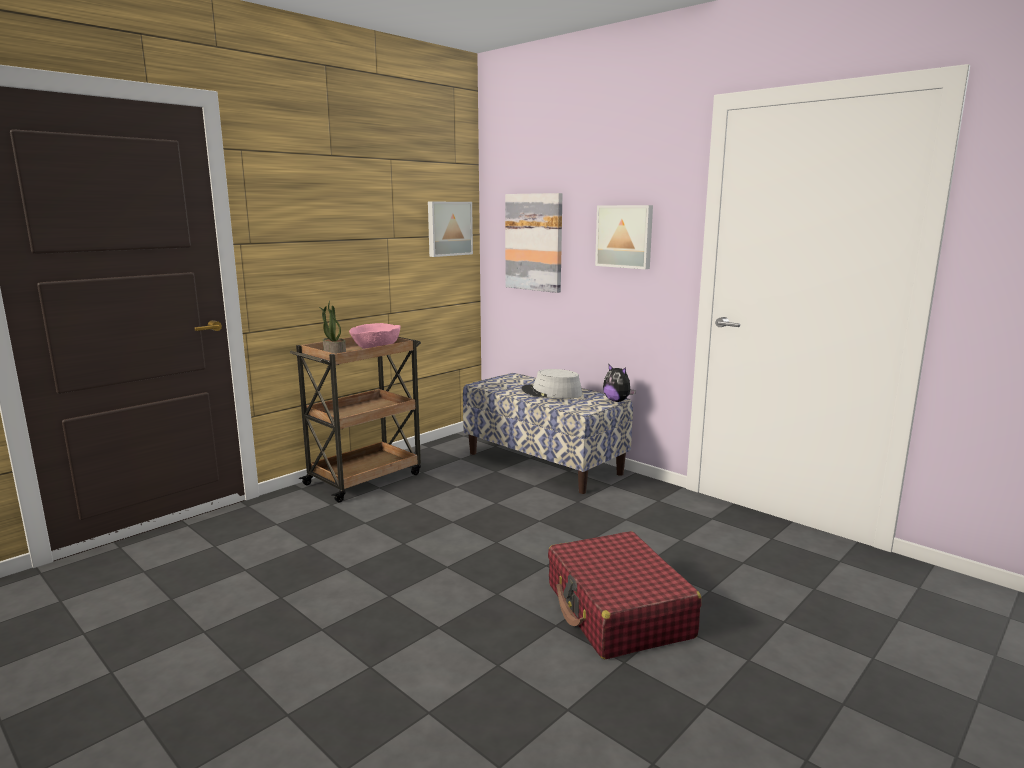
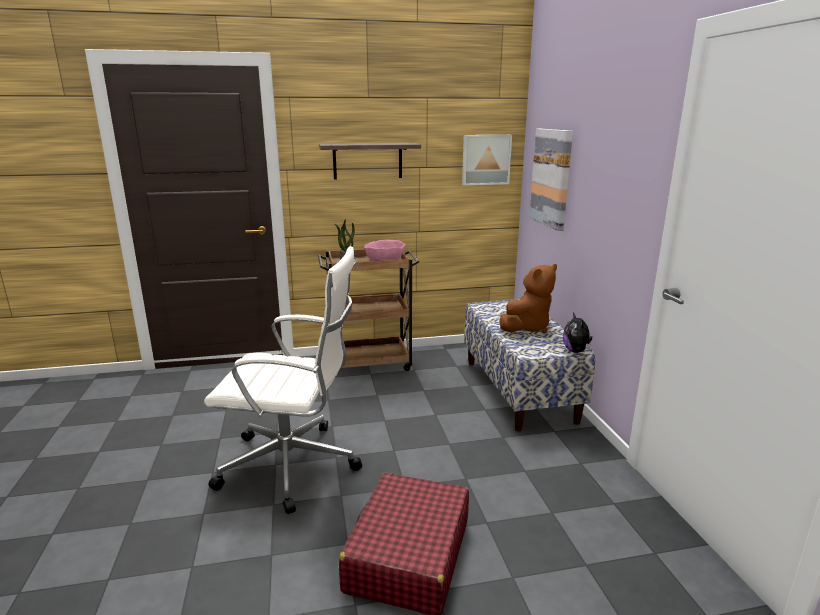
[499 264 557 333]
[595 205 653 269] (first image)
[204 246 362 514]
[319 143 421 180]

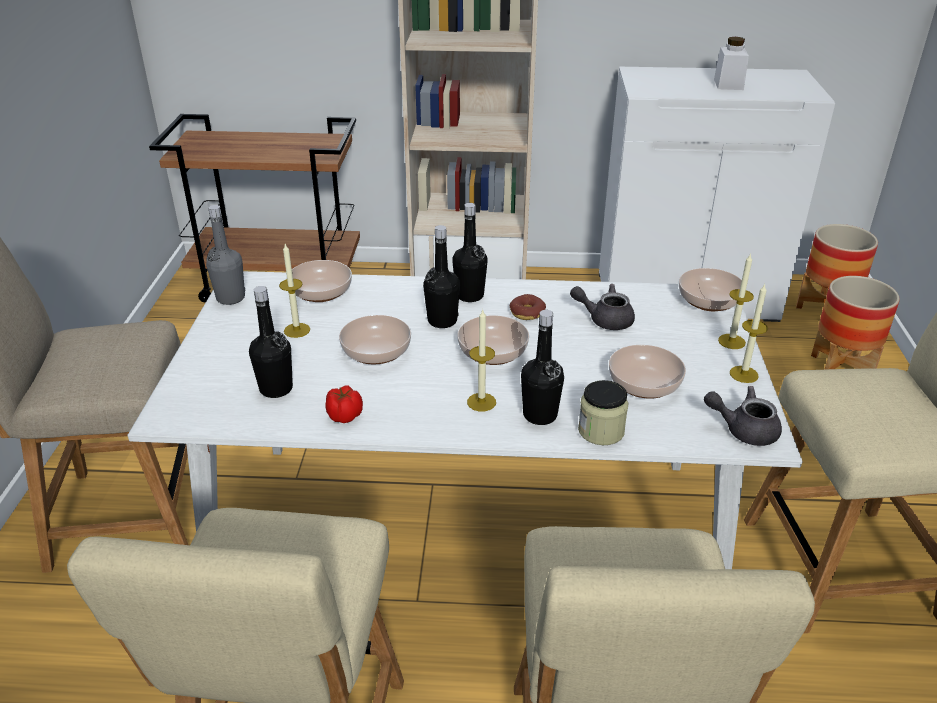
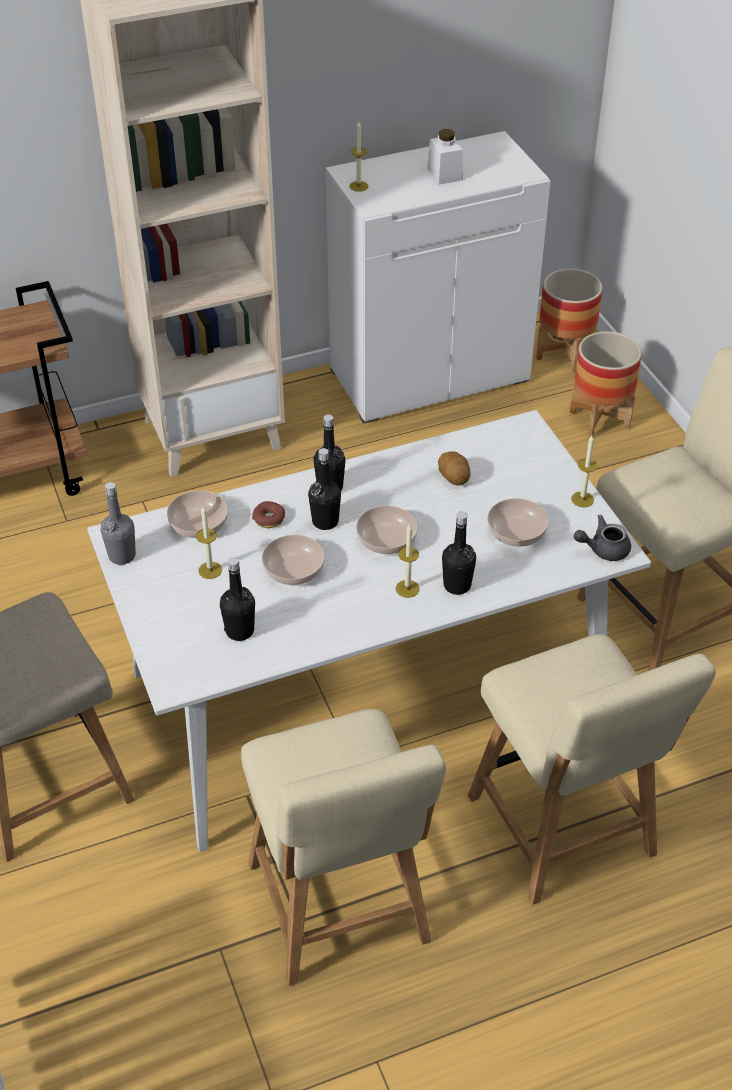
[326 385 363 423] (first image)
[252 501 285 528]
[438 451 471 486]
[578 380 628 445] (first image)
[679 268 742 311] (first image)
[349 122 368 192]

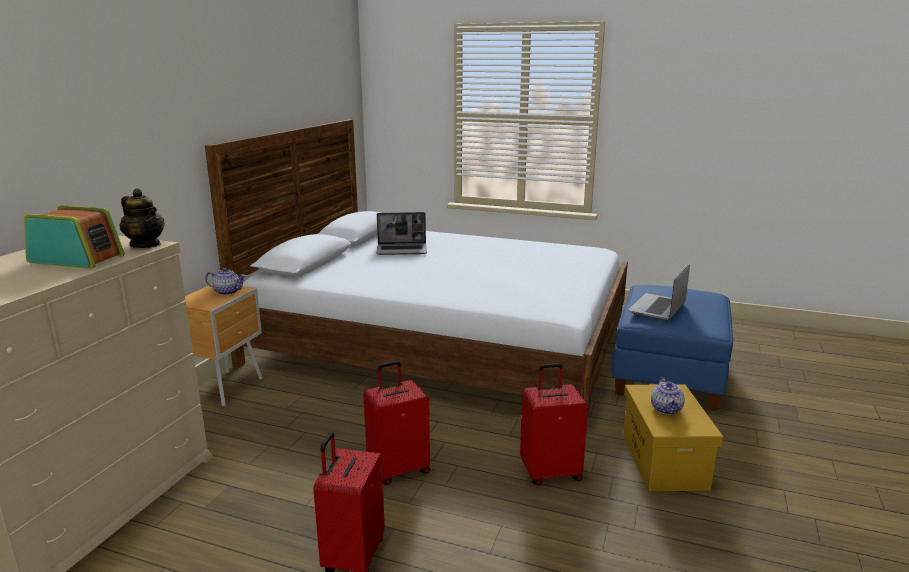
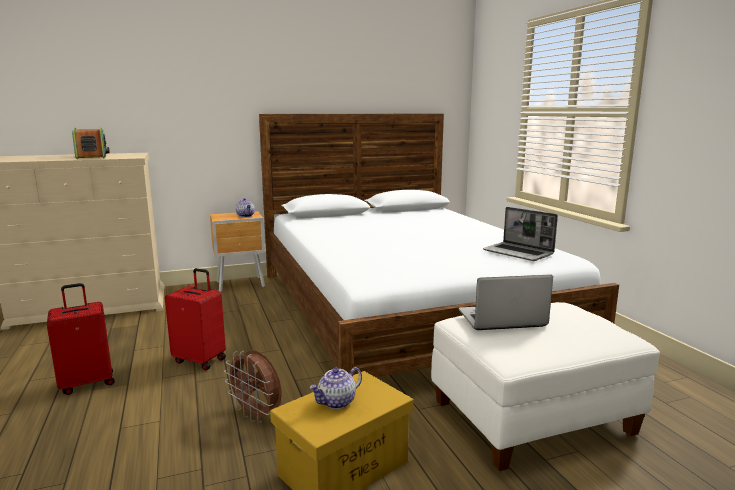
[120 188 165 248] (first image)
[483 207 558 261]
[224 350 282 423]
[431 302 660 471]

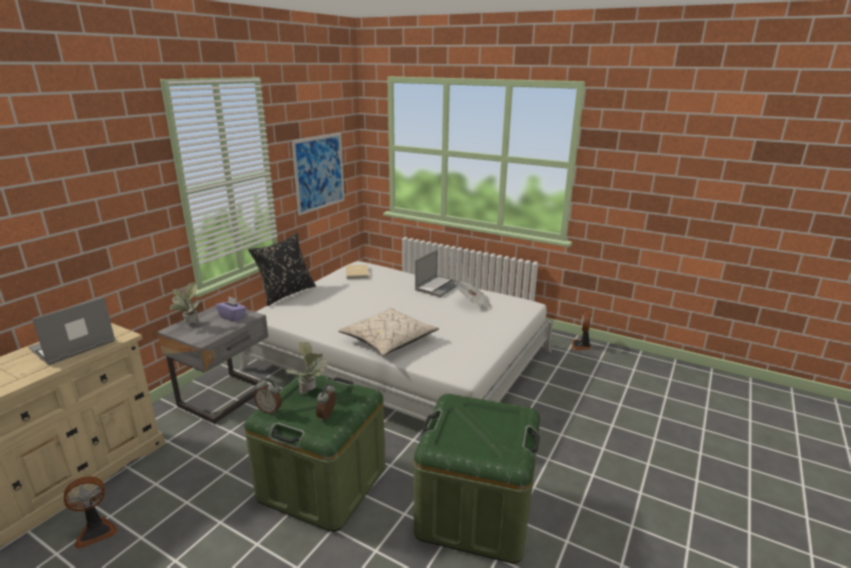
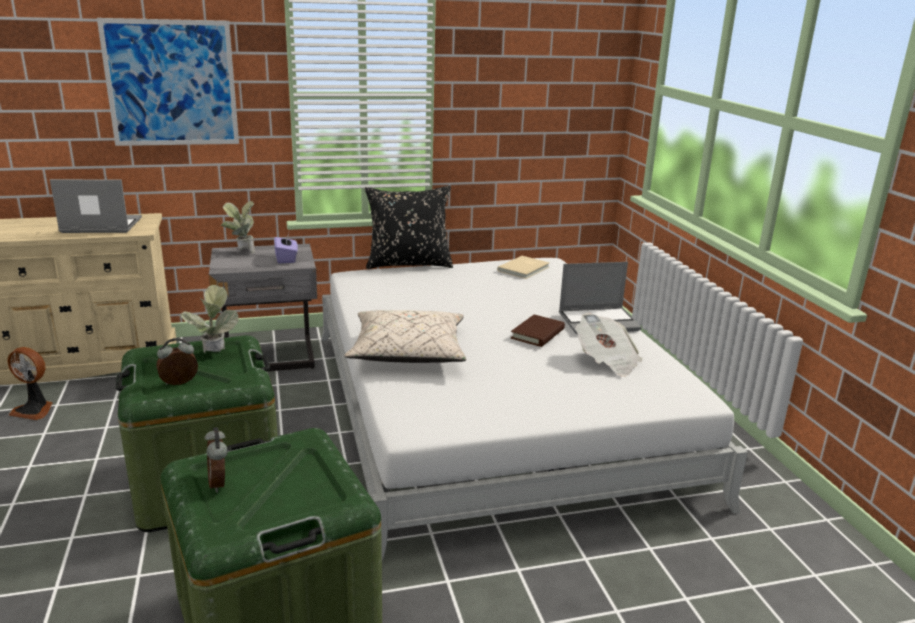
[204 427 228 493]
[97 18 239 146]
[571 310 591 350] (first image)
[511 314 565 347]

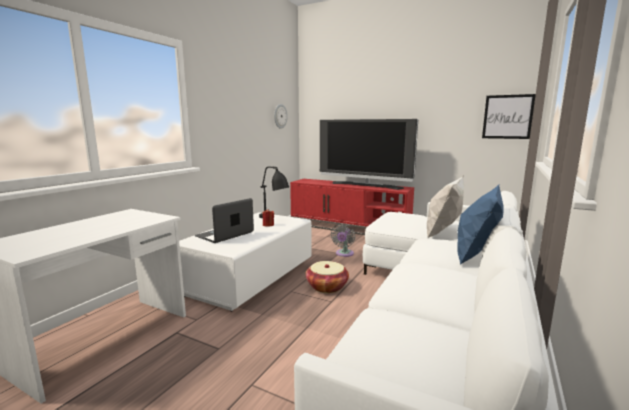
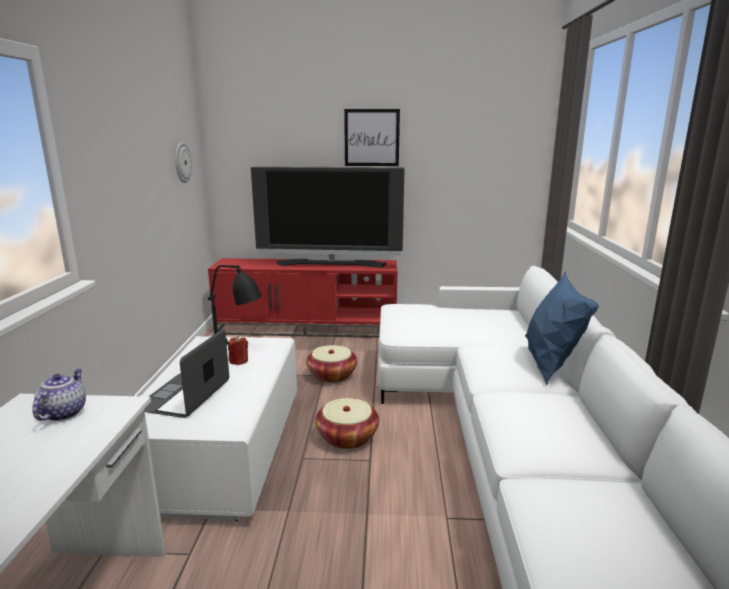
[306 345 357 383]
[427 176 464 239] (first image)
[344 109 400 166]
[32 369 86 421]

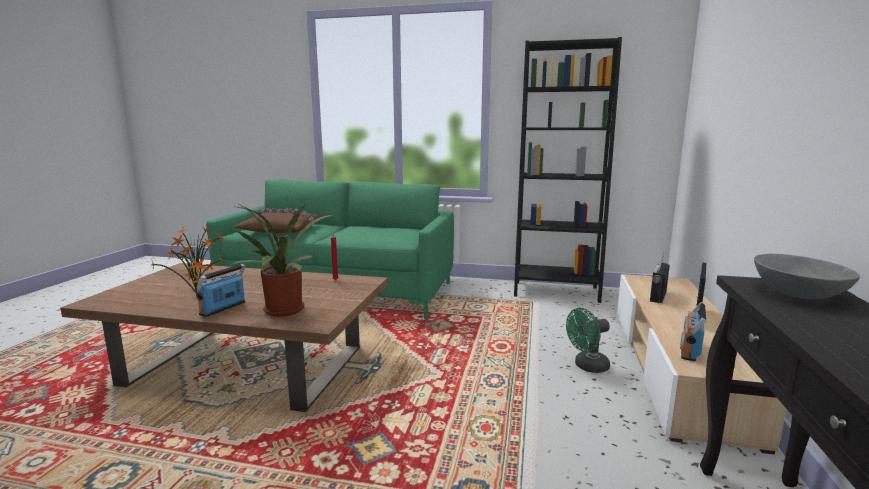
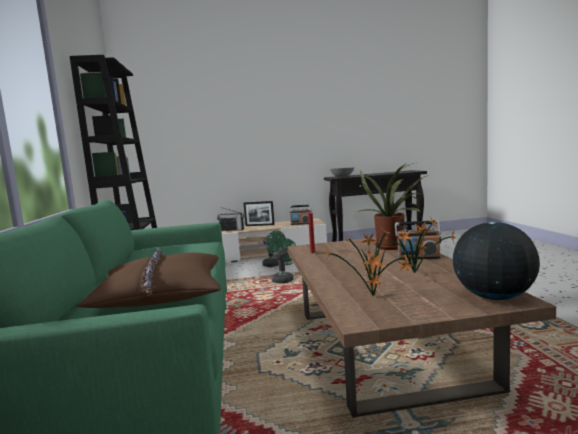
[272 238 297 283]
[453 222 540 300]

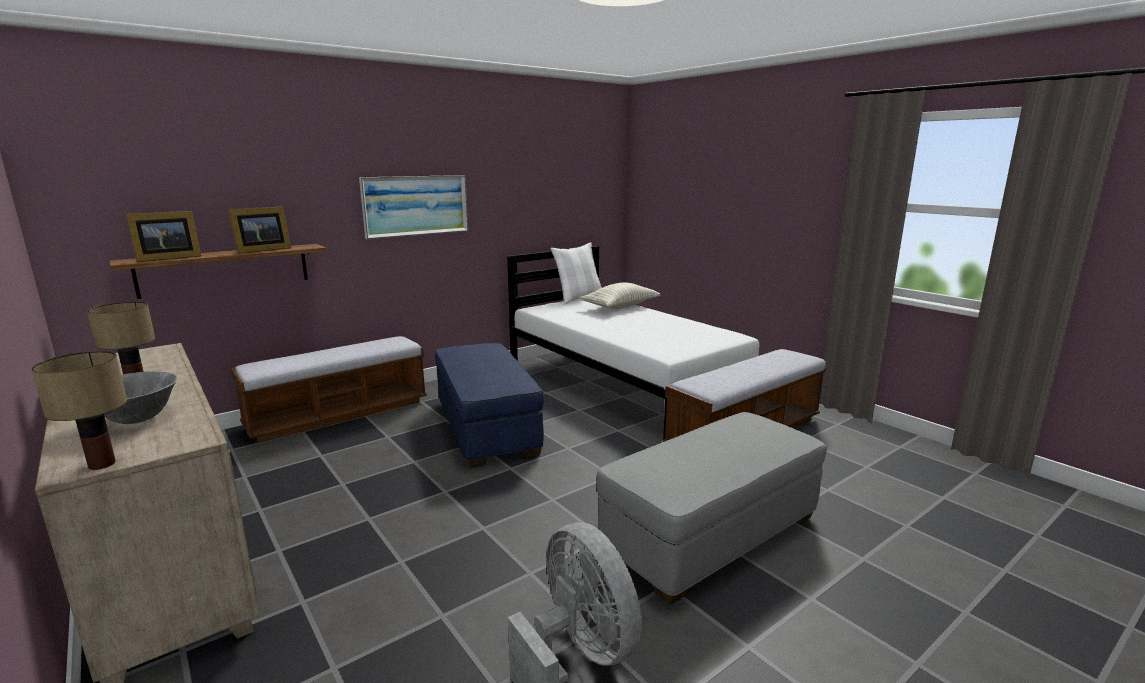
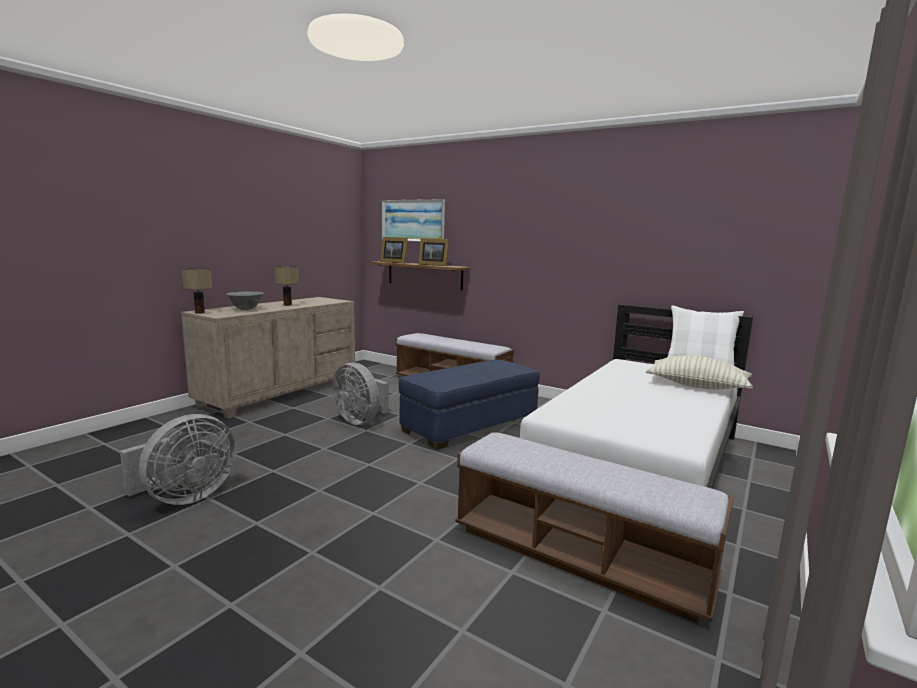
[382 199 445 242]
[597 412 827 605] (first image)
[333 363 388 425]

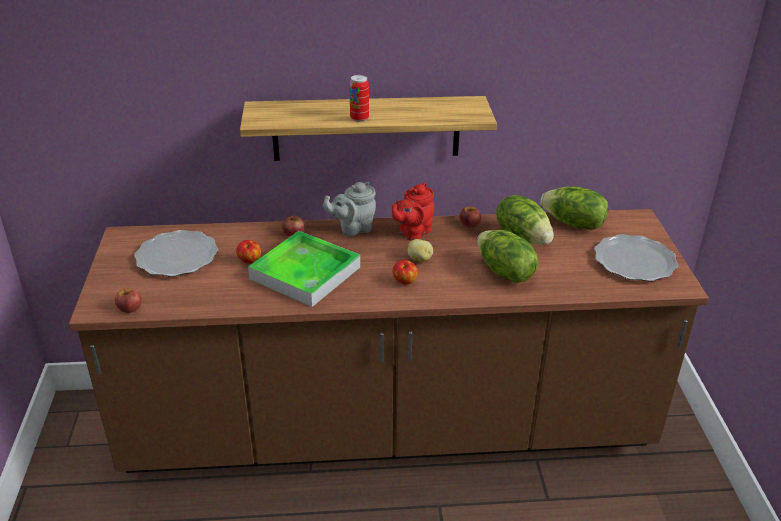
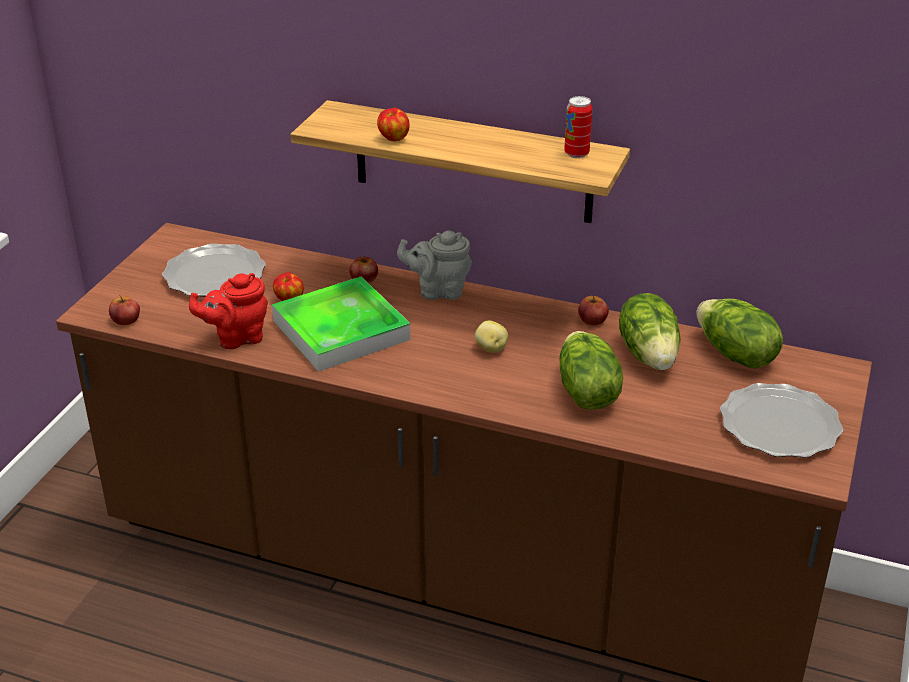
[564 96 592 158]
[189 273 268 349]
[377 108 410 141]

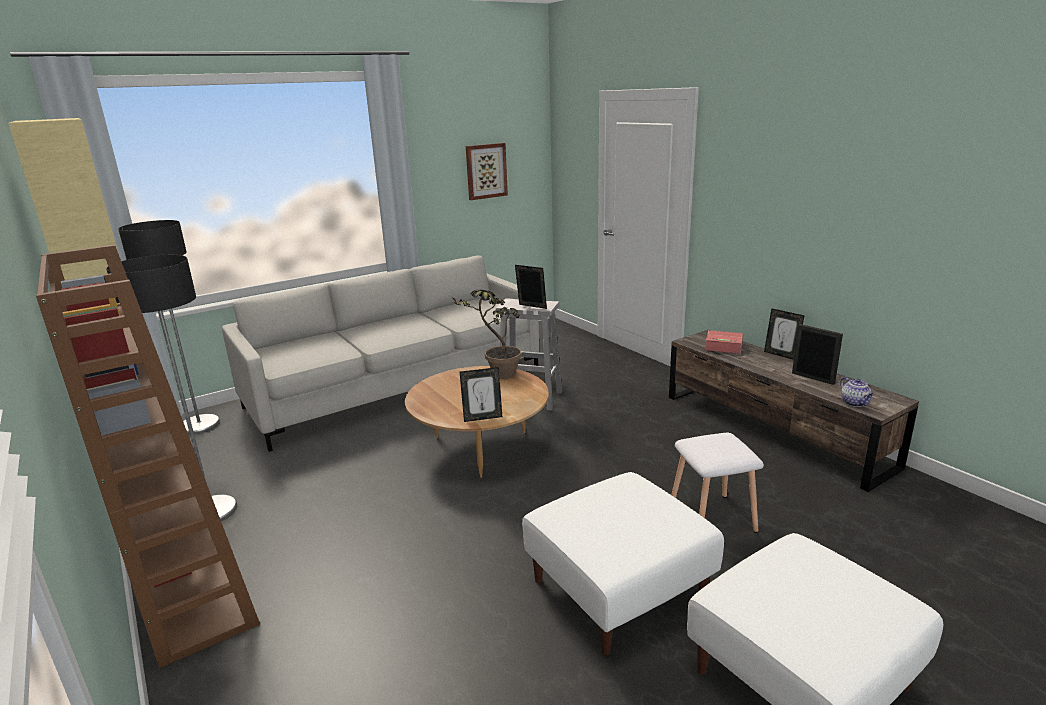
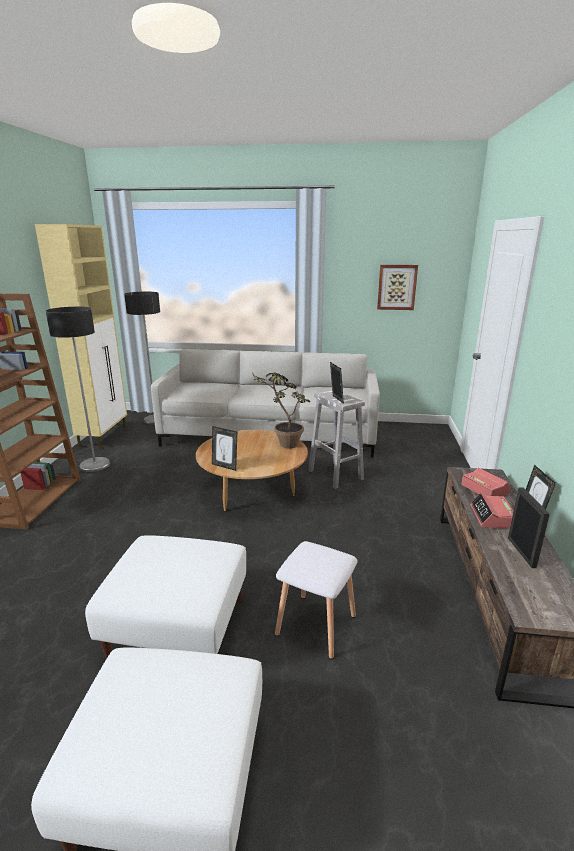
[840 377 875 407] (first image)
[470 493 513 528]

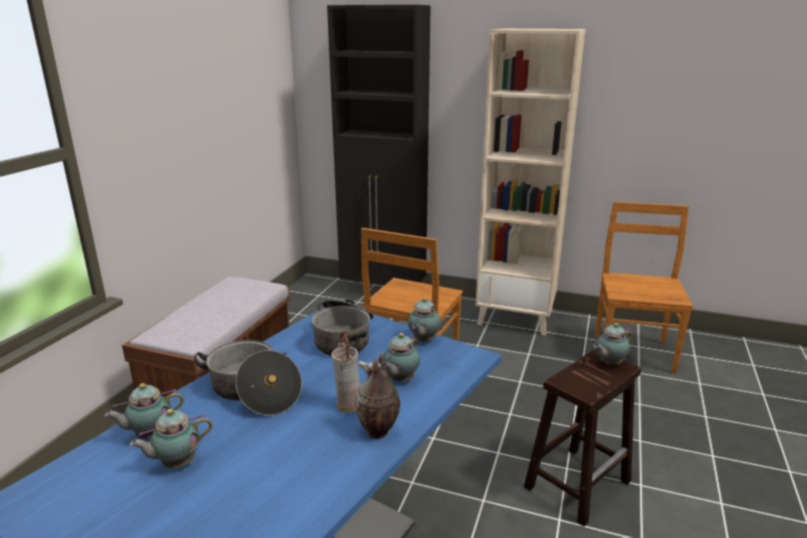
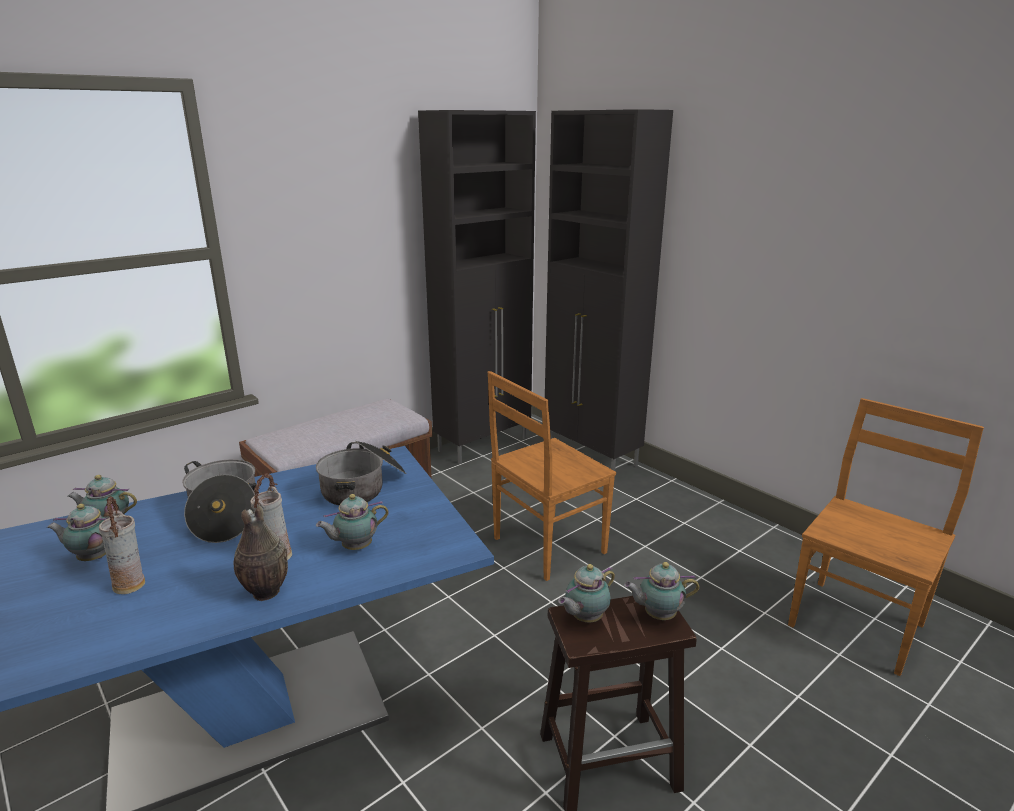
[558 564 615 622]
[476 29 585 336] (first image)
[99 496 145 594]
[418 110 536 464]

